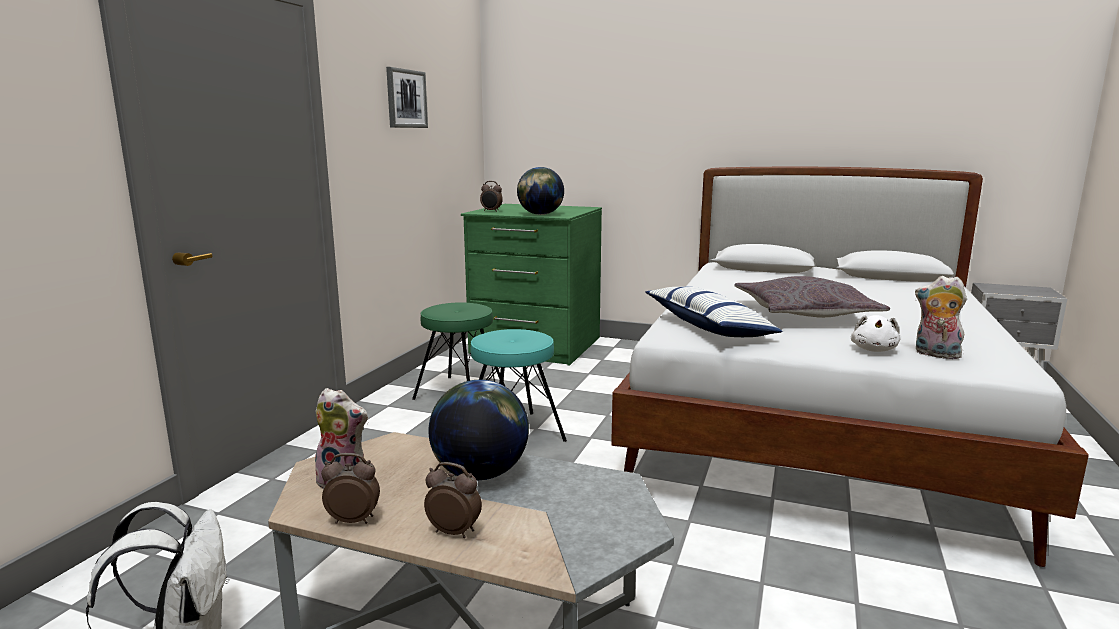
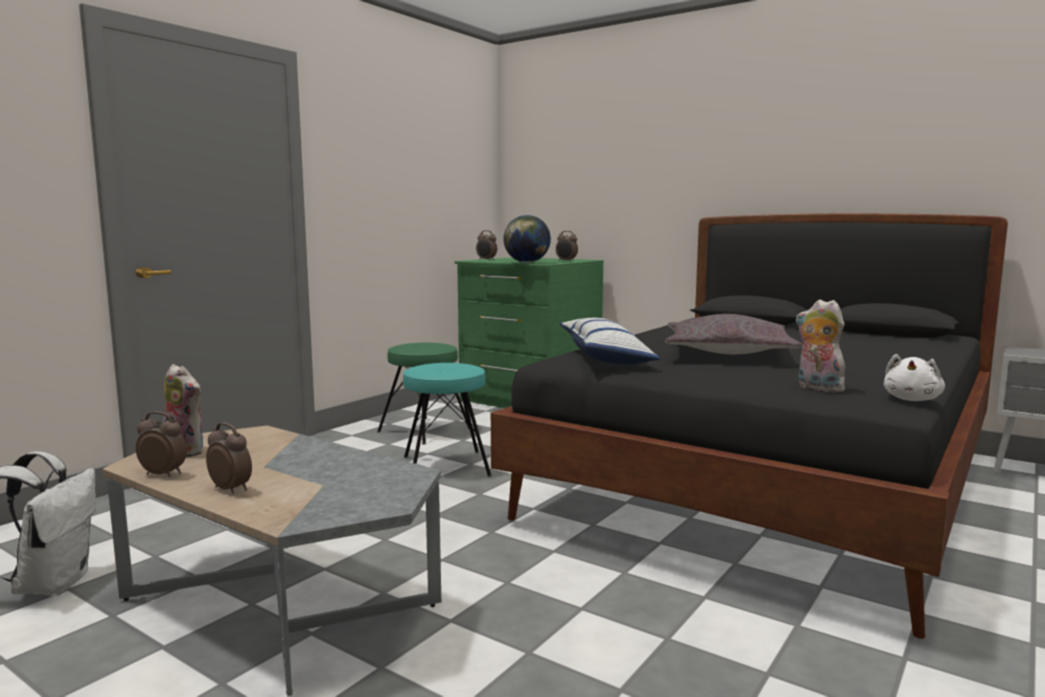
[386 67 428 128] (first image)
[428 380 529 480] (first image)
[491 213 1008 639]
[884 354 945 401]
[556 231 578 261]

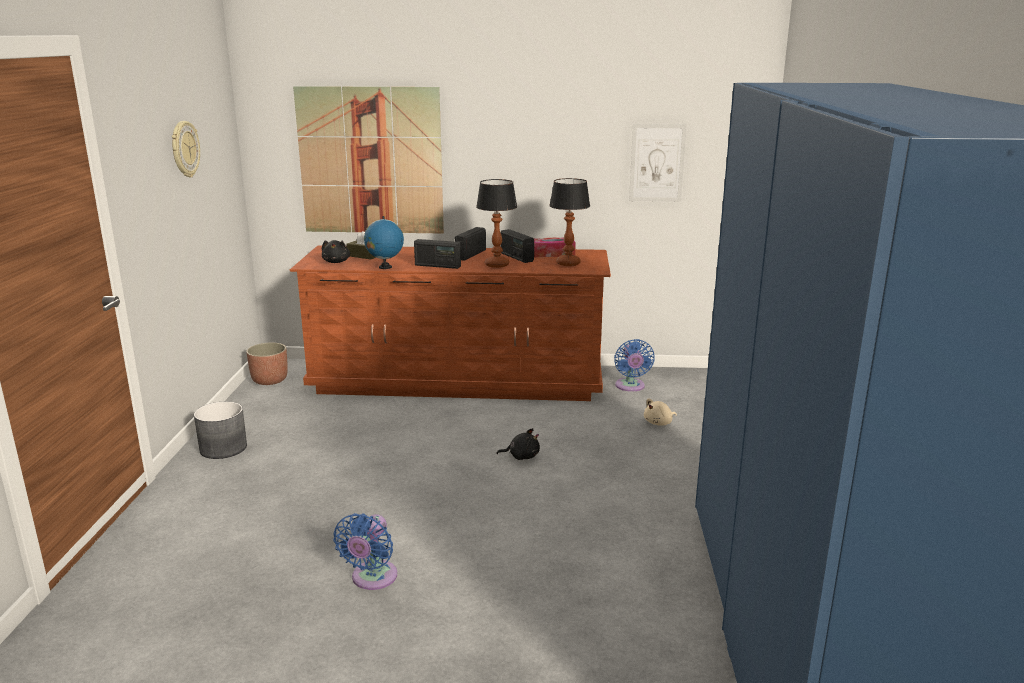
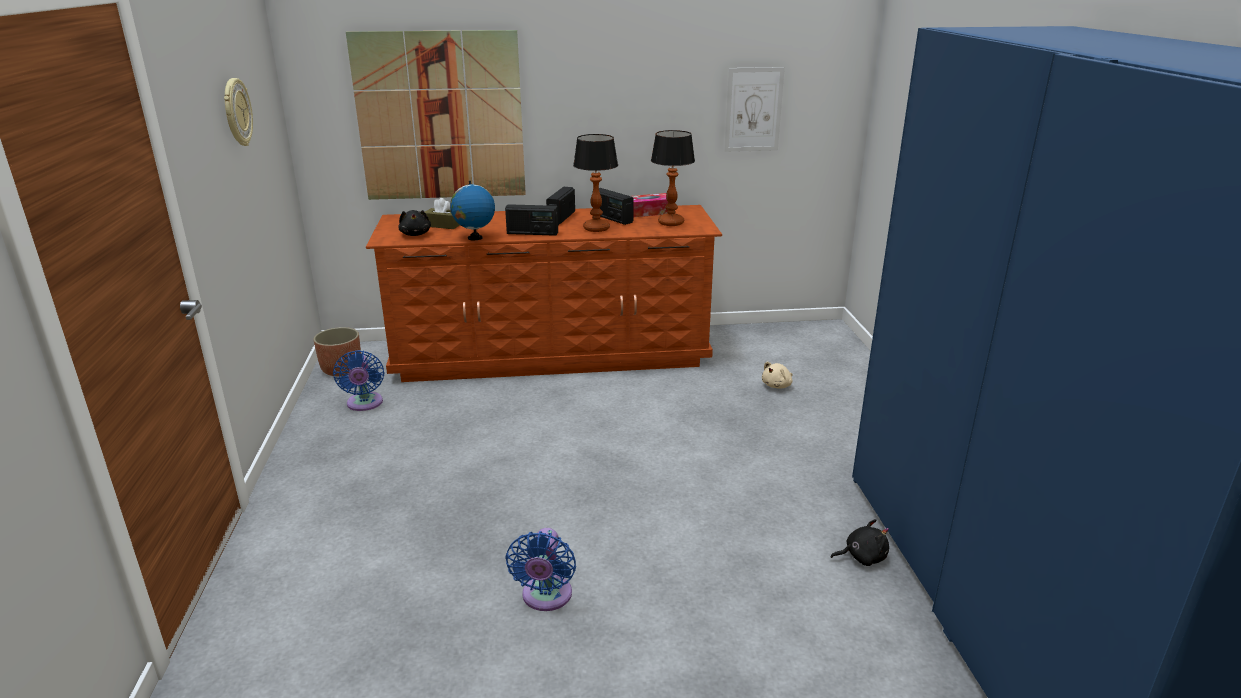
[194 402 247 459] (first image)
[830 519 889 566]
[333 350 384 411]

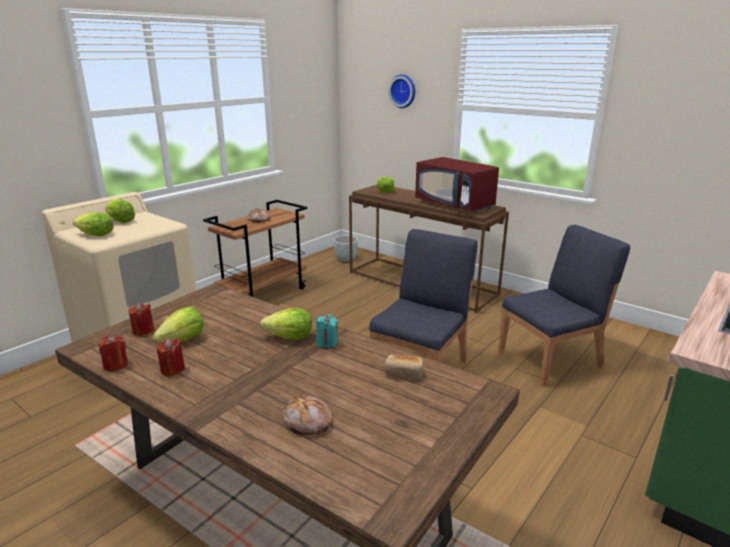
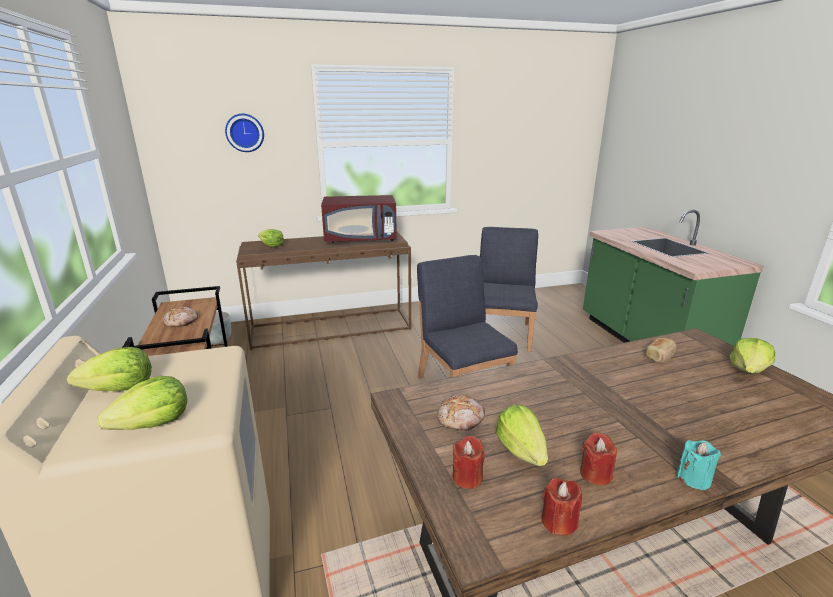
[730 338 775 373]
[437 395 485 431]
[676 440 721 490]

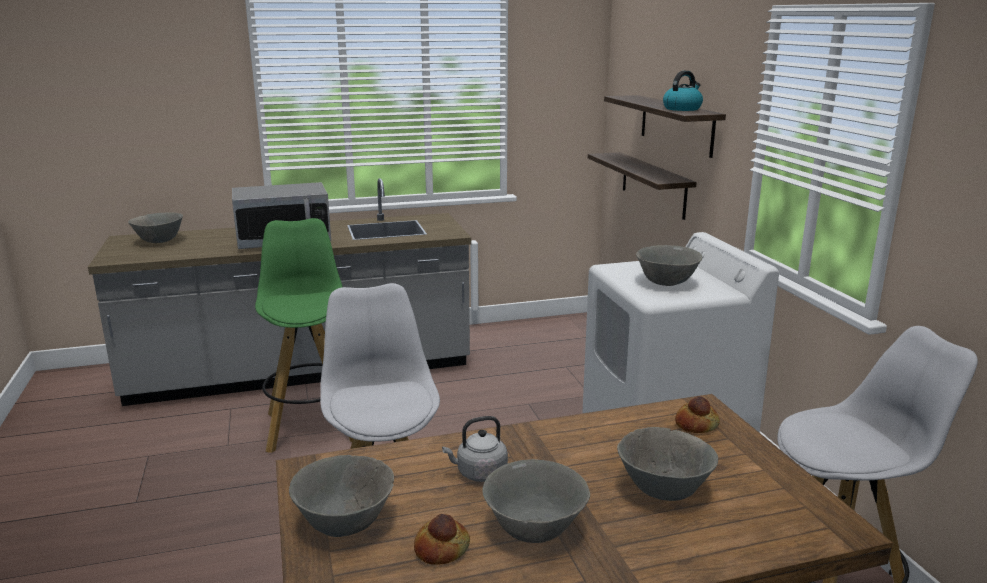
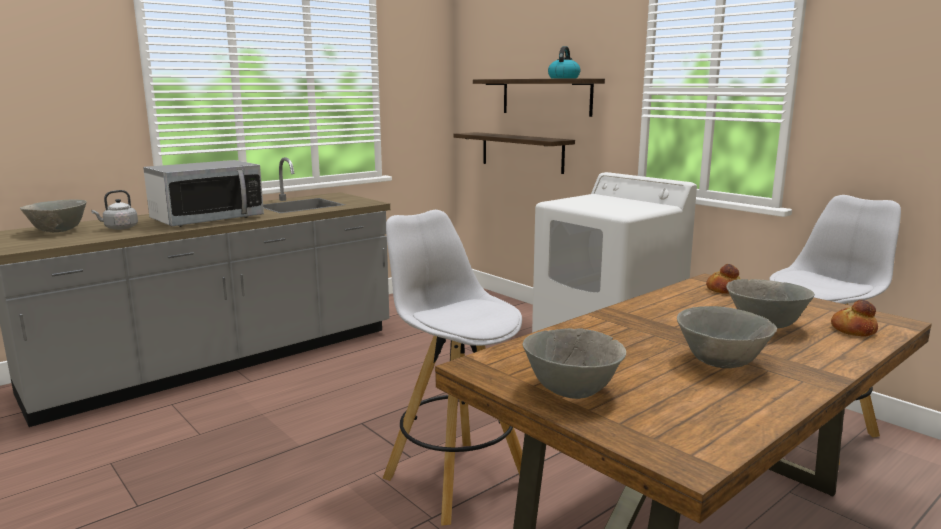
[255 218 353 453] (first image)
[831 300 878 336]
[91 190 138 230]
[636 245 702 286] (first image)

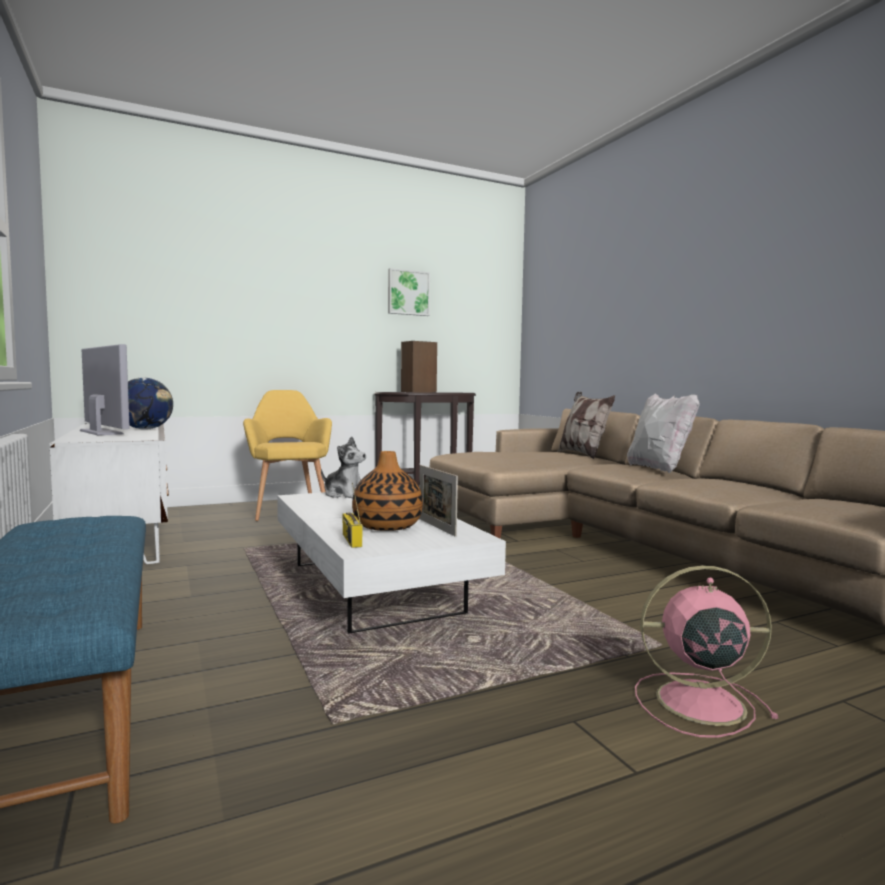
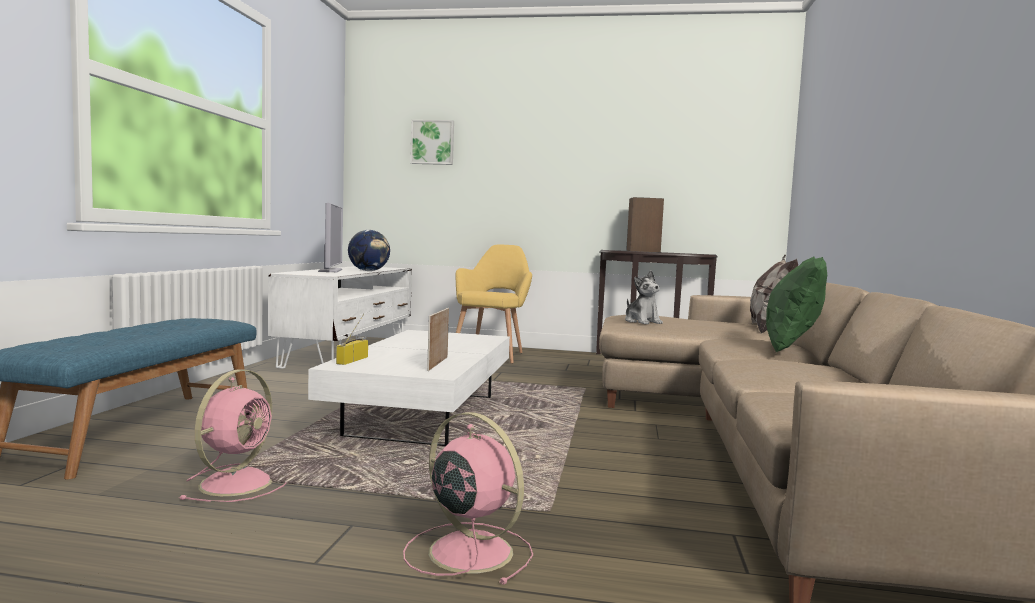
[625 270 663 324]
[352 451 423 531] (first image)
[410 120 454 165]
[766 257 827 352]
[178 369 287 502]

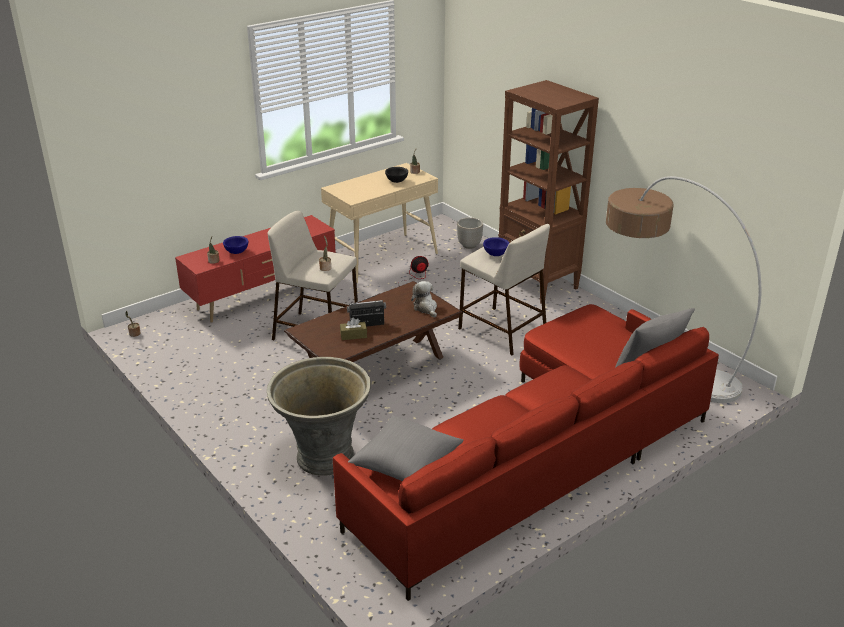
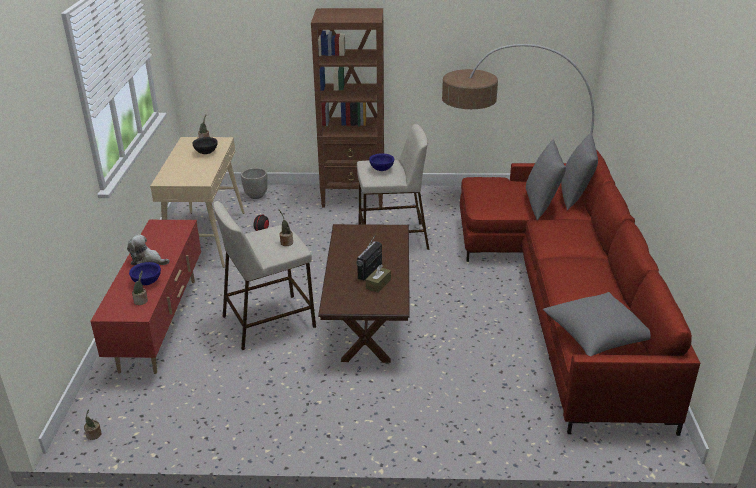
[267 357 371 476] (first image)
[127 235 169 265]
[526 140 566 220]

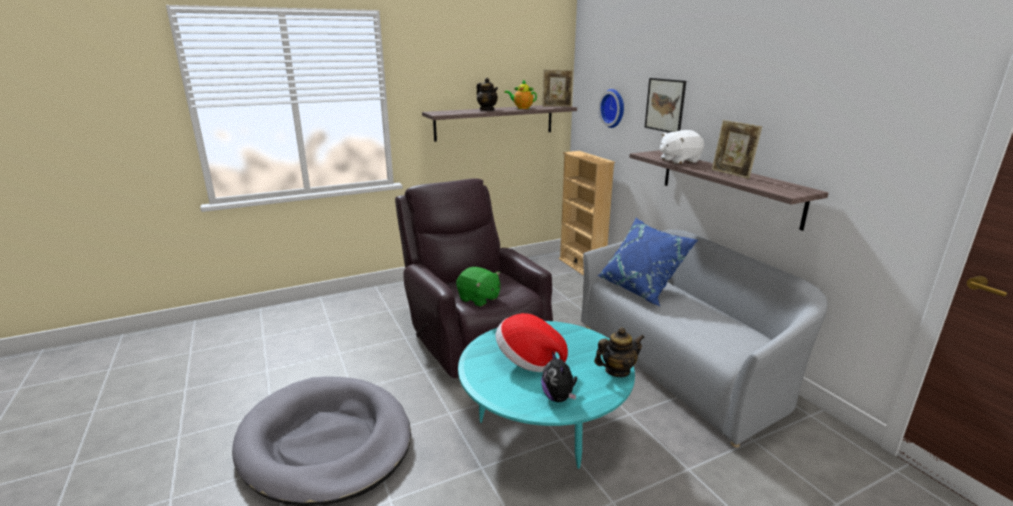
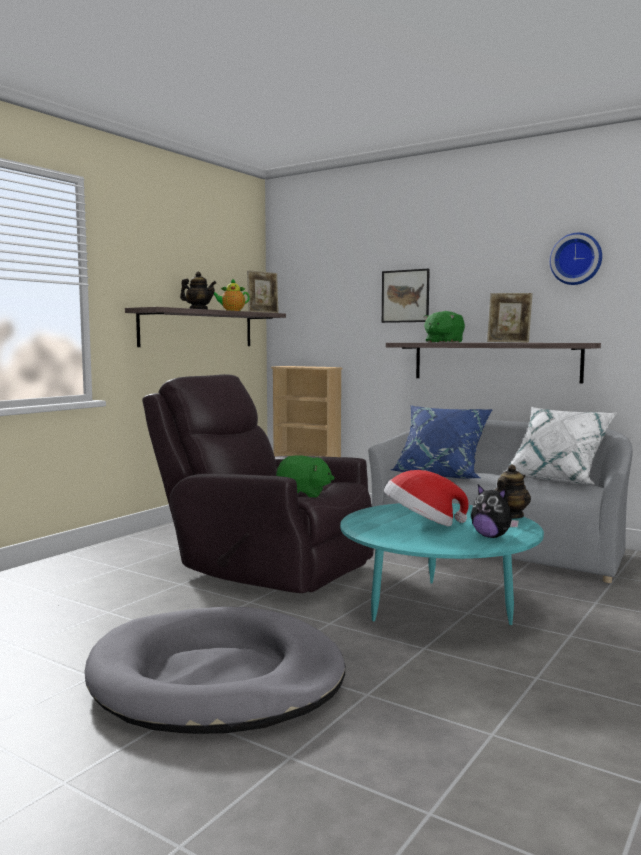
[550 233 602 285]
[423 311 465 343]
[503 406 617 485]

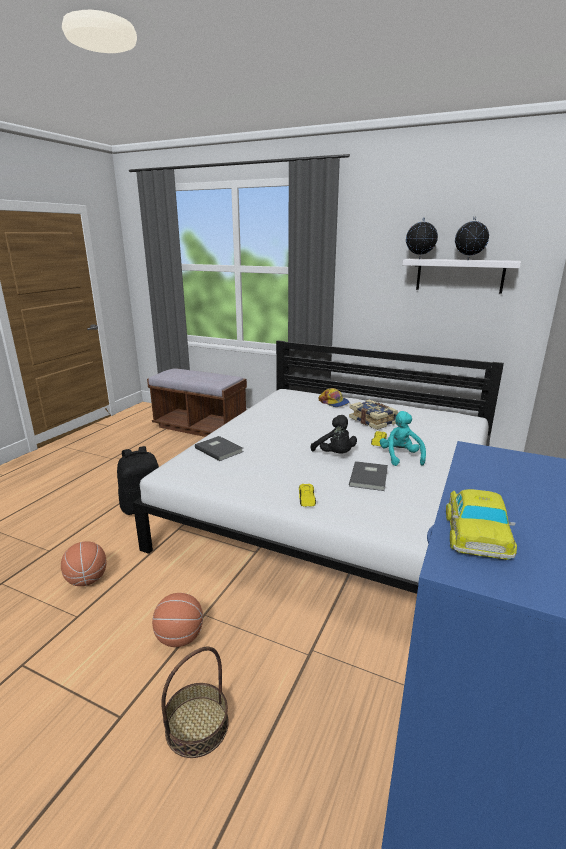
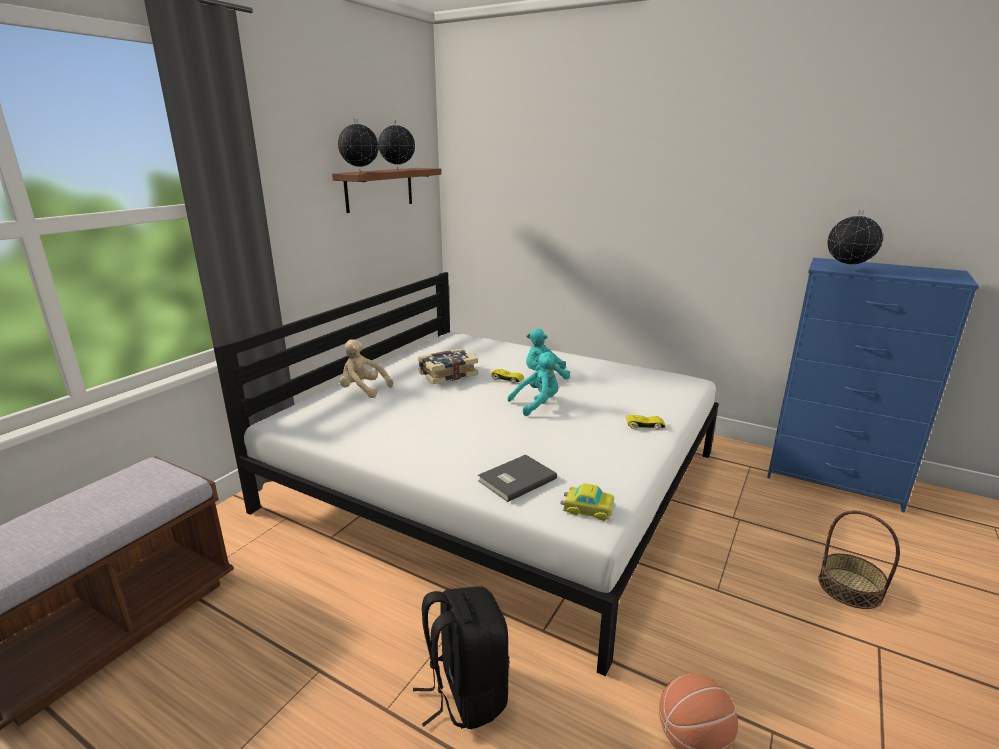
[152 593 203 647] (first image)
[507 352 560 416]
[340 339 393 398]
[349 461 388 491] (first image)
[332 168 441 213]
[560 484 615 521]
[827 210 883 271]

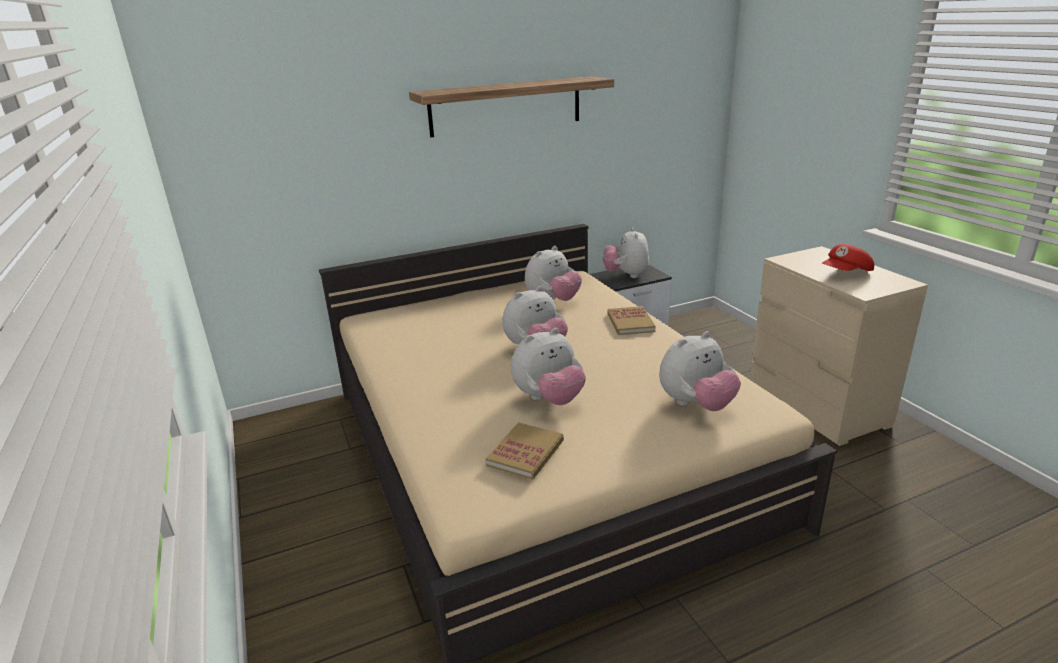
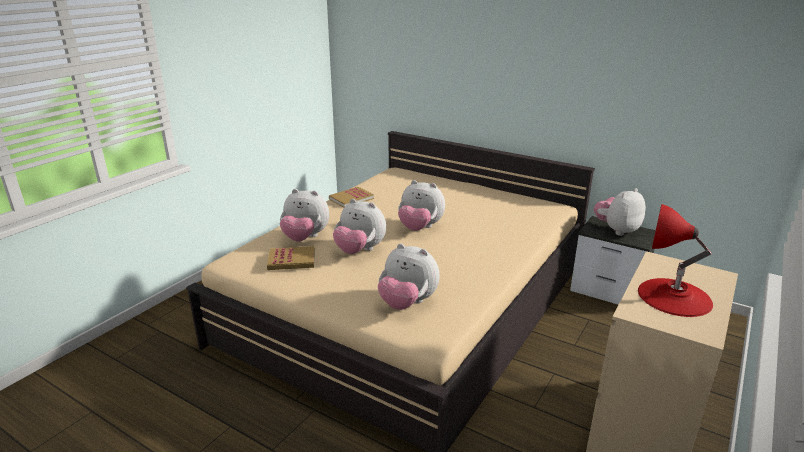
[409 76 614 137] (first image)
[280 189 329 242]
[329 187 374 208]
[638 204 713 317]

